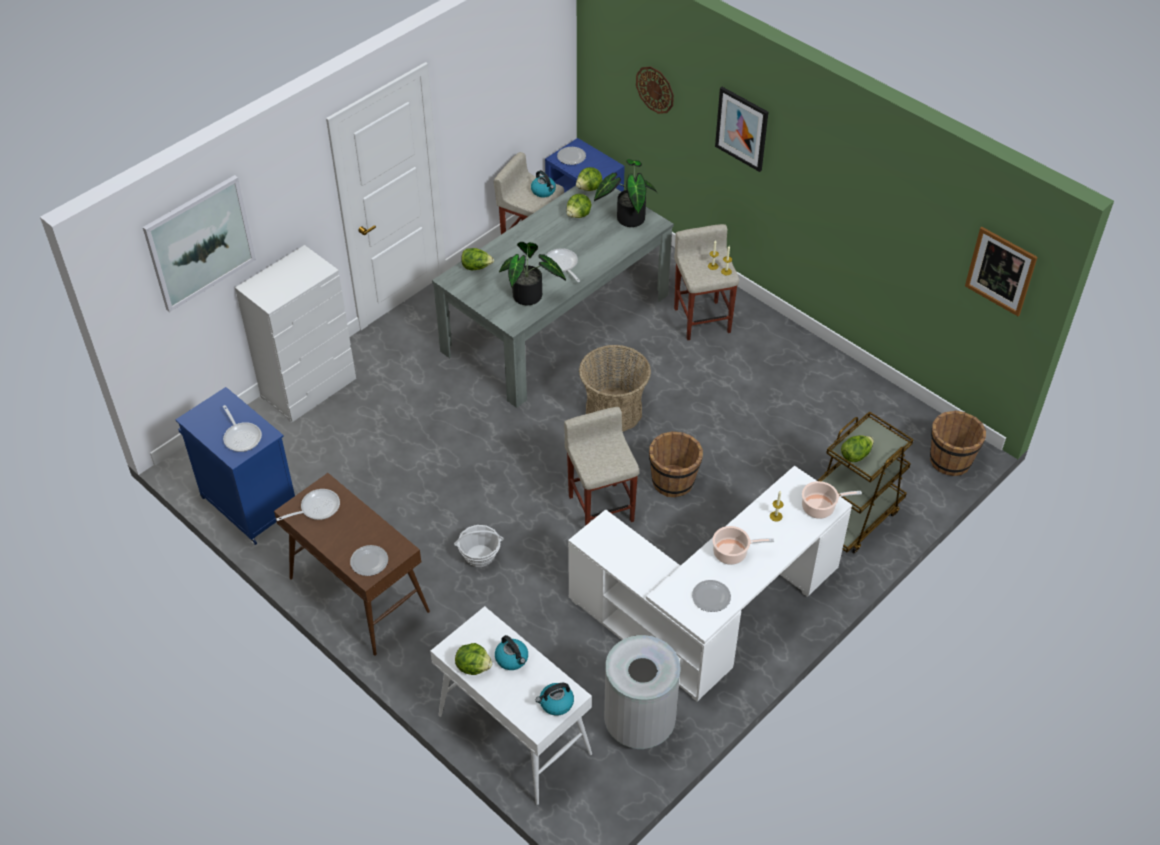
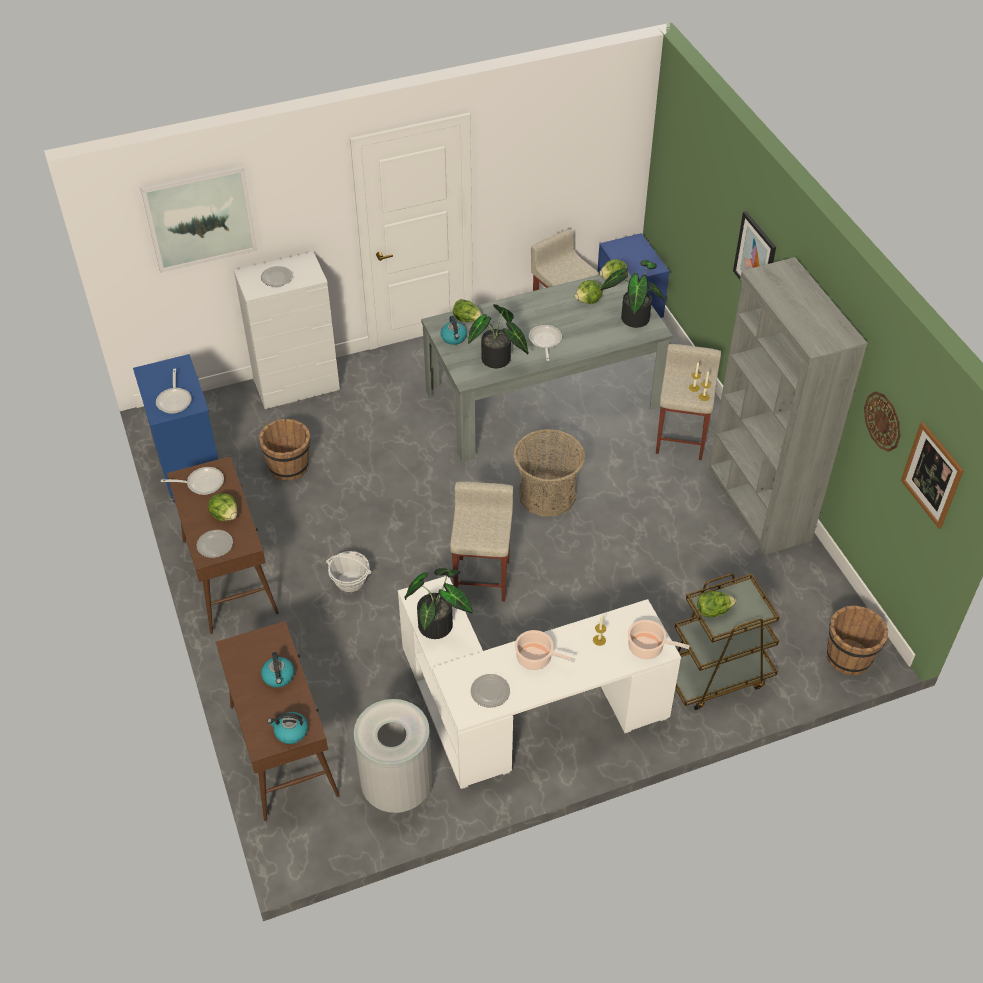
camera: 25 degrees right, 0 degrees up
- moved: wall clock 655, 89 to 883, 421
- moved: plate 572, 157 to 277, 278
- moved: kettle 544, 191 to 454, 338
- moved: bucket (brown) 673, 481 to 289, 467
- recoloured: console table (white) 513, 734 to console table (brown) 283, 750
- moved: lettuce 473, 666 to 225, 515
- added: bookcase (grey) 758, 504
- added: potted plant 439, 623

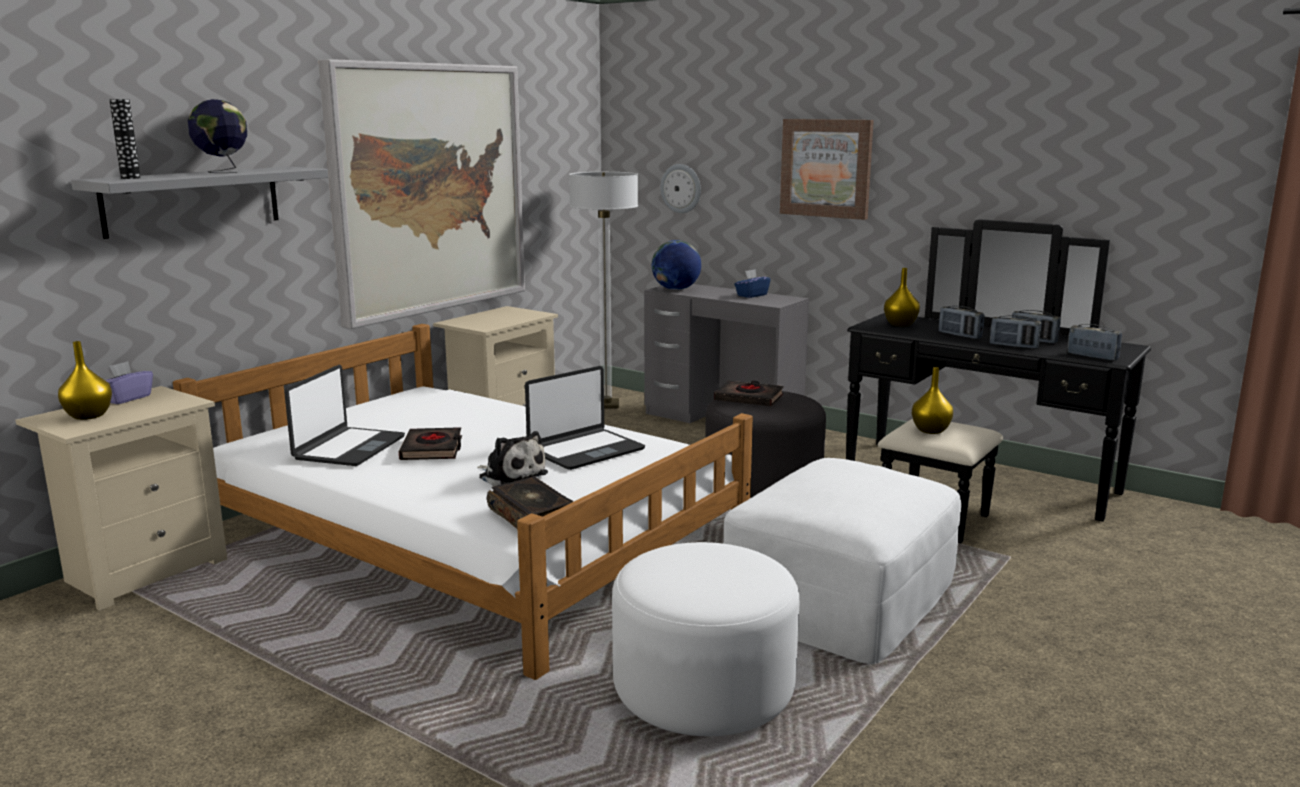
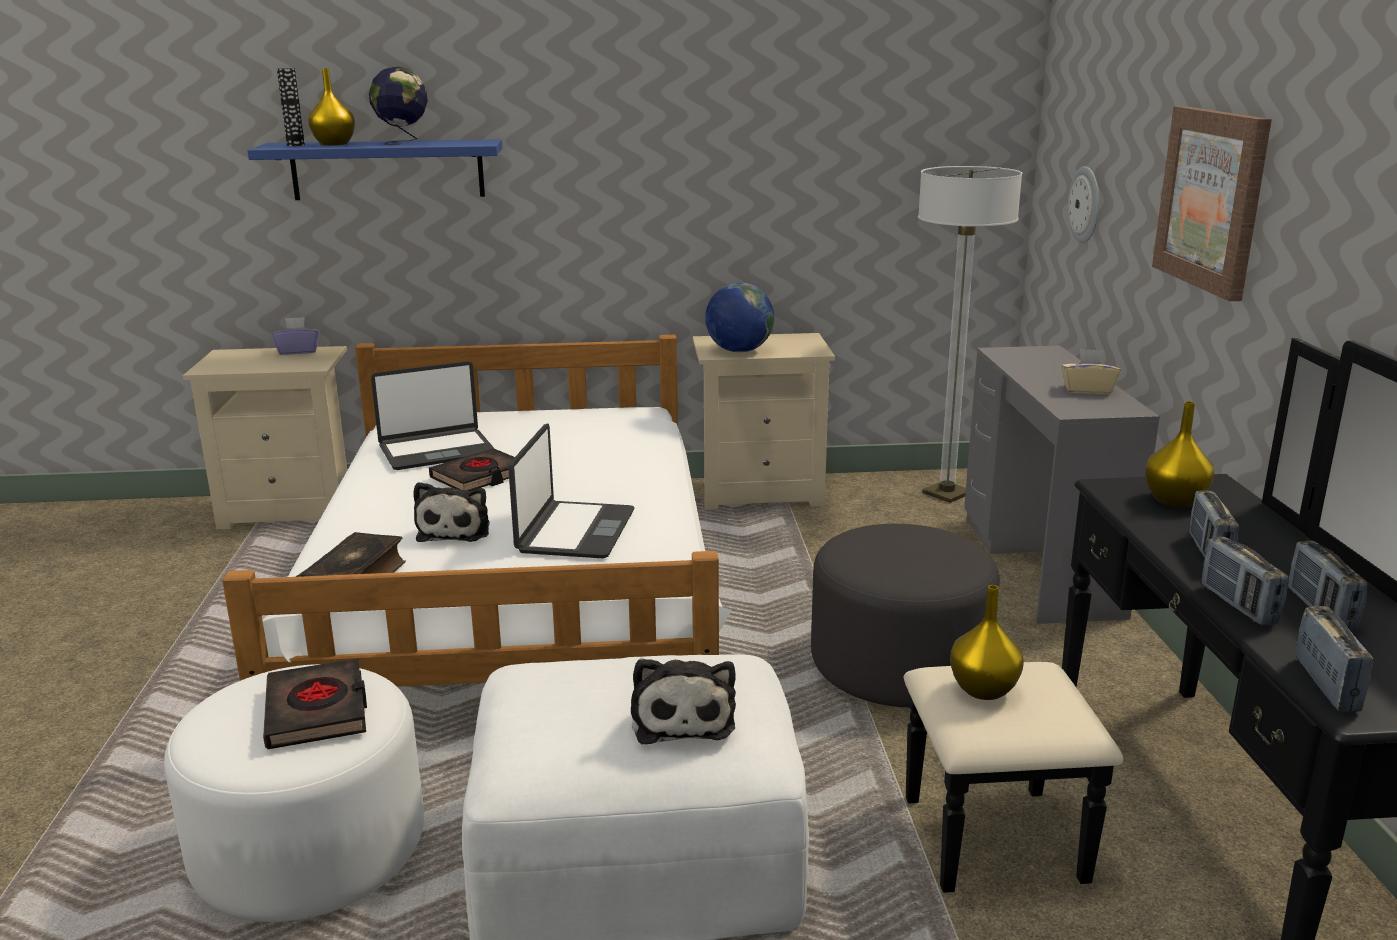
camera: 50 degrees right, 5 degrees up
- removed: picture 429, 189
- recoloured: shelf (grey) 193, 200 to shelf (blue) 387, 169
- moved: globe 676, 289 to 739, 351
- recoloured: tissue box (blue) 751, 295 to tissue box (beige) 1087, 390
- moved: vase (yellow) 88, 416 to 333, 144
- turned: laptop 585, 450 = 574, 532 90 degrees counterclockwise
- moved: book (black) 749, 398 to 317, 711
- added: plush toy 682, 718

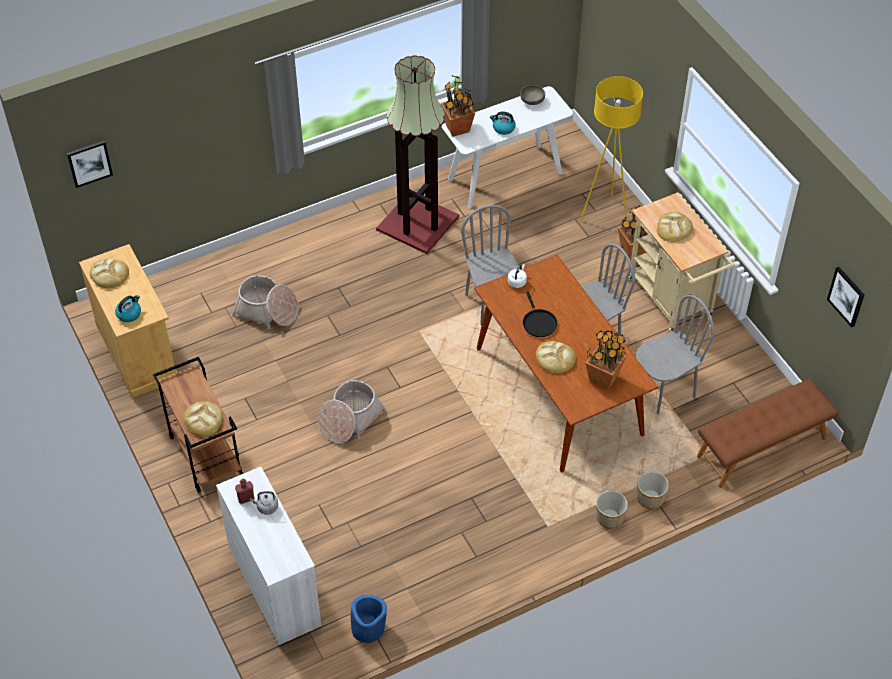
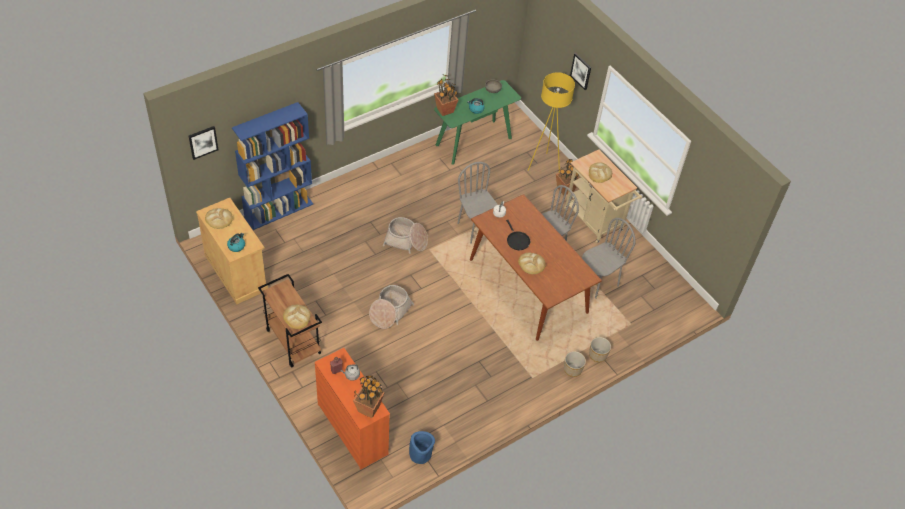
camera: 10 degrees left, 0 degrees up
- removed: floor lamp 418, 224
- recoloured: console table (white) 505, 176 to console table (green) 473, 141
- moved: picture 846, 296 to 581, 71
- moved: basket 267, 310 to 406, 241
- moved: potted plant 603, 378 to 369, 408
- removed: bench (brown) 761, 448
- recoloured: dresser (white) 275, 586 to dresser (orange) 353, 429
- added: bookcase (blue) 279, 210

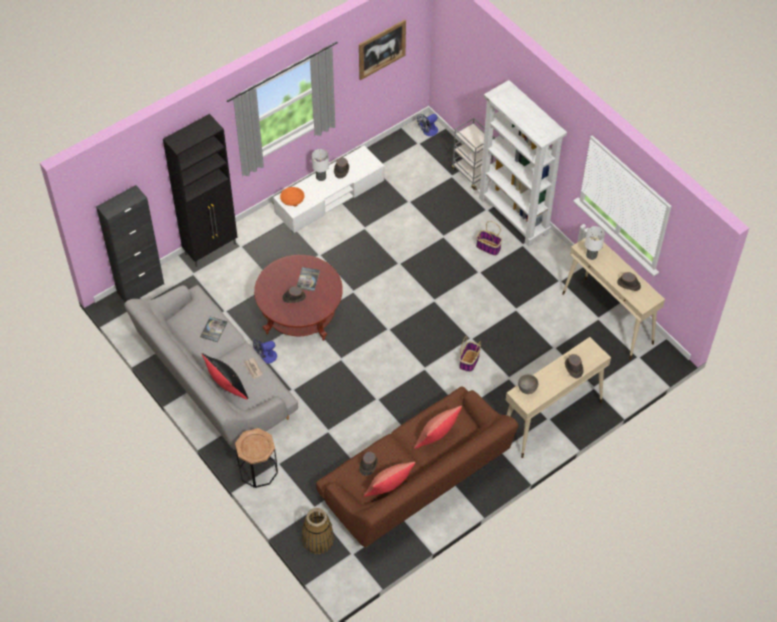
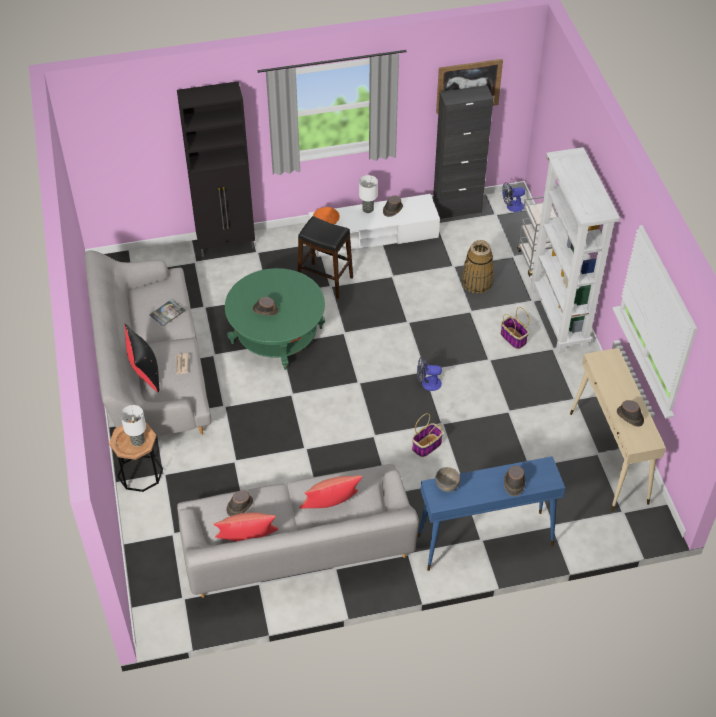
camera: 25 degrees right, 5 degrees down
- moved: cabinet (black) 140, 288 to 457, 209
- moved: table lamp 591, 255 to 138, 441
- recoloured: coffee table (red) 300, 313 to coffee table (green) 277, 335
- removed: book 308, 279
- recoloured: console table (beige) 551, 419 to console table (blue) 484, 541
- moved: fan 265, 357 to 427, 383
- recoloured: sofa (brown) 416, 480 to sofa (grey) 297, 548
- moved: basket 318, 540 to 476, 282
- added: stool (black) 325, 280

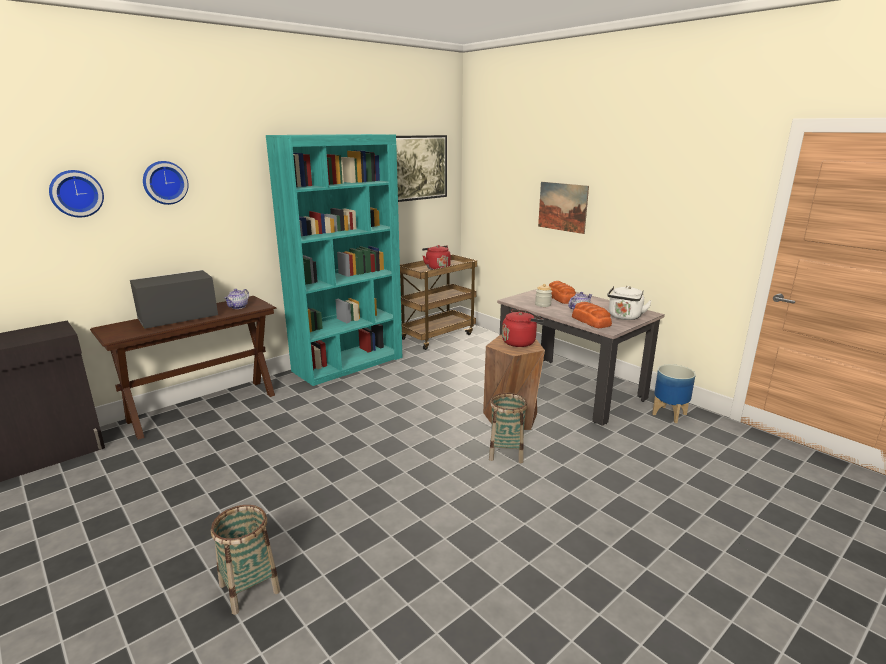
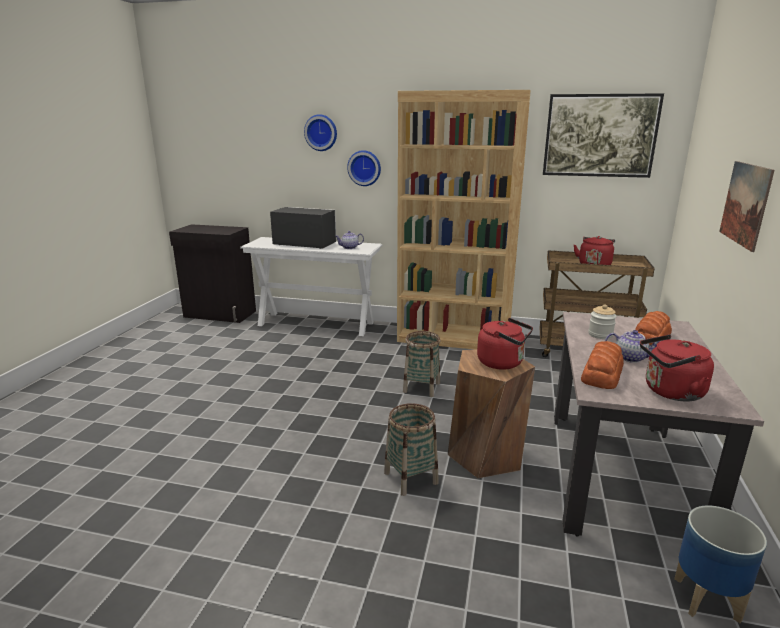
camera: 55 degrees right, 0 degrees up
- recoloured: bookcase (turquoise) 348, 364 to bookcase (brown) 454, 338
- moved: wall clock 76, 193 to 364, 168
- recoloured: kettle (white) 624, 317 to kettle (red) 670, 392
- recoloured: console table (brown) 204, 407 to console table (white) 316, 324
- moved: basket 250, 588 to 421, 387

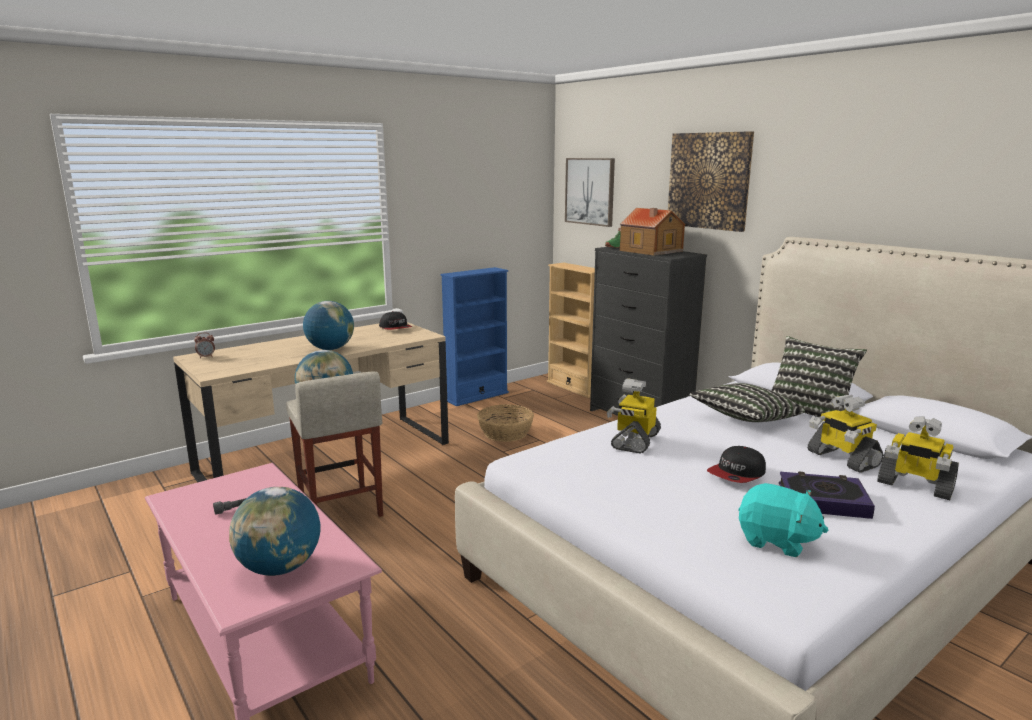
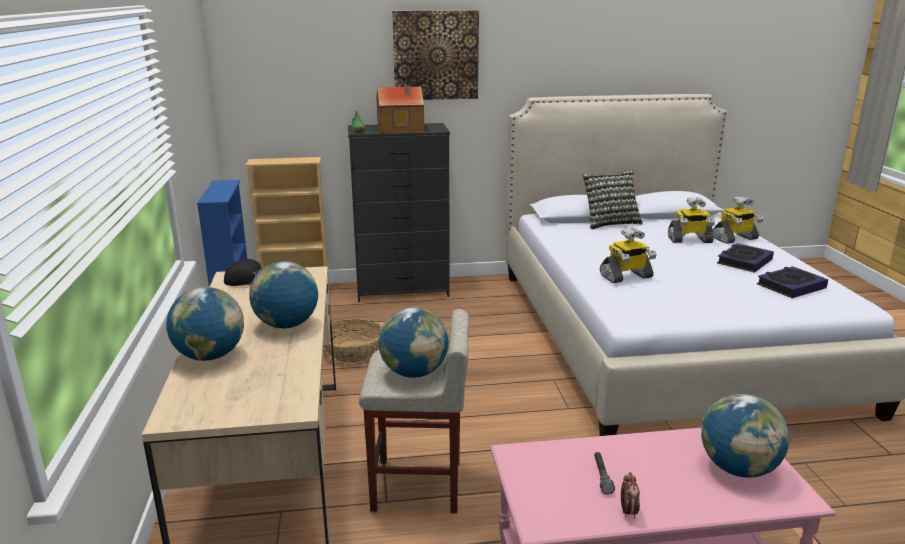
camera: 60 degrees left, 5 degrees up
- removed: picture 590, 191
- moved: alarm clock 206, 357 to 628, 511
- turned: toy robot 634, 441 = 626, 277 75 degrees counterclockwise
- removed: pillow 744, 419
- removed: cap 737, 474
- replaced: plush toy (turquoise) 776, 541 to book 790, 286
- added: globe 210, 356

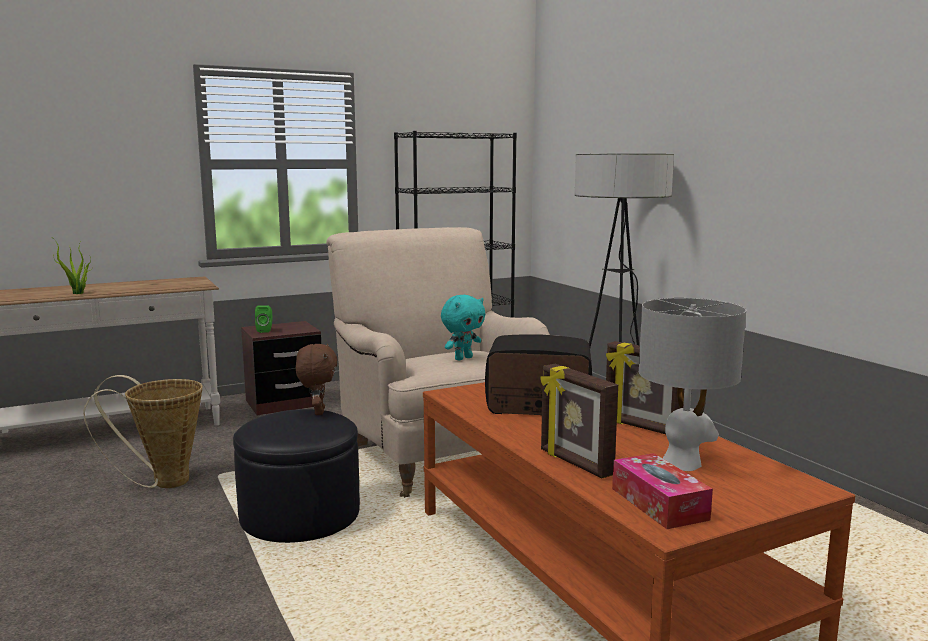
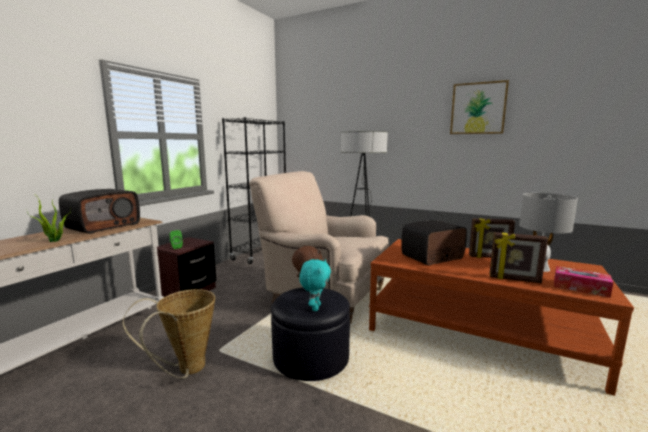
camera: 35 degrees left, 0 degrees up
- moved: plush toy (turquoise) 463, 358 to 315, 307
- added: picture 478, 108
- added: radio 103, 226

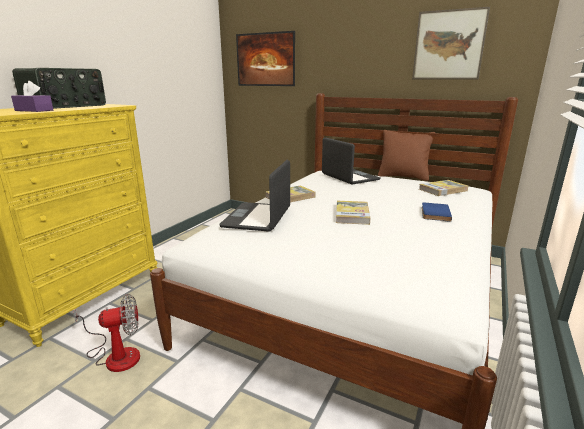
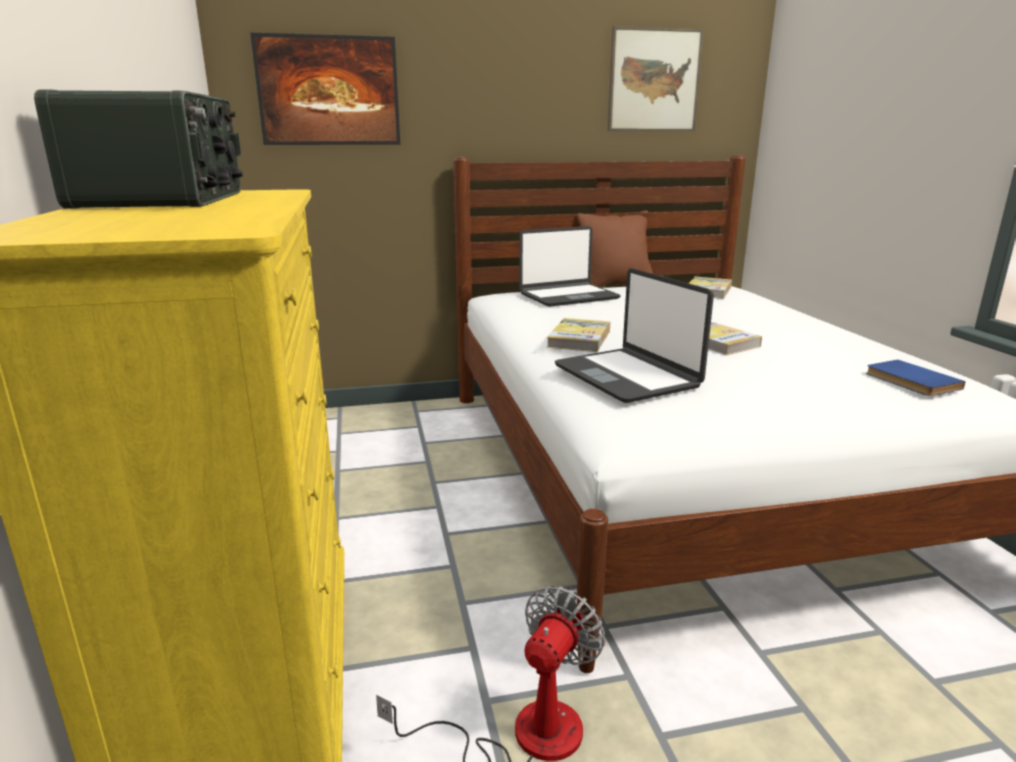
camera: 40 degrees left, 0 degrees up
- removed: tissue box (purple) 34, 110
- turned: laptop 349, 177 = 568, 296 135 degrees clockwise
- moved: book (blue) 434, 213 to 910, 381

